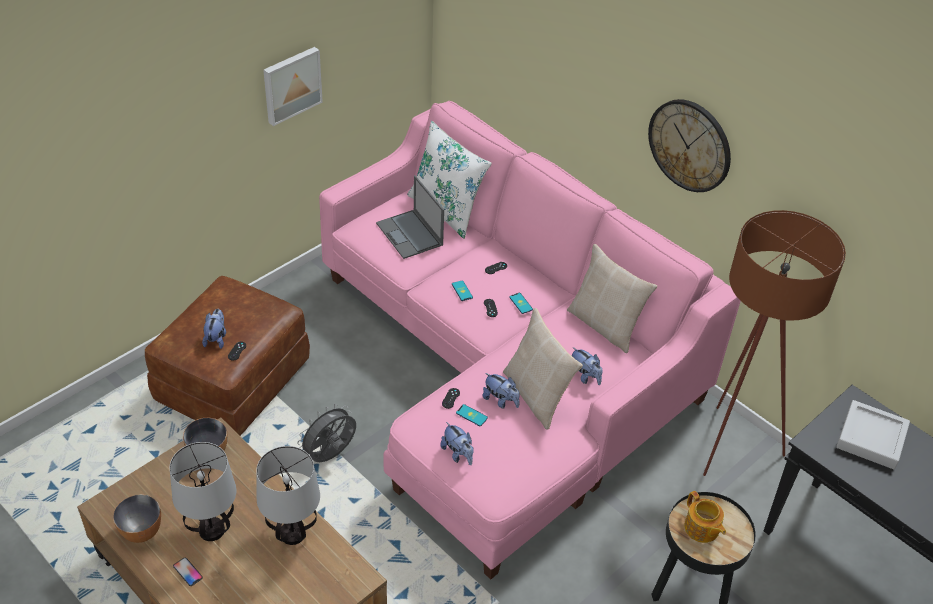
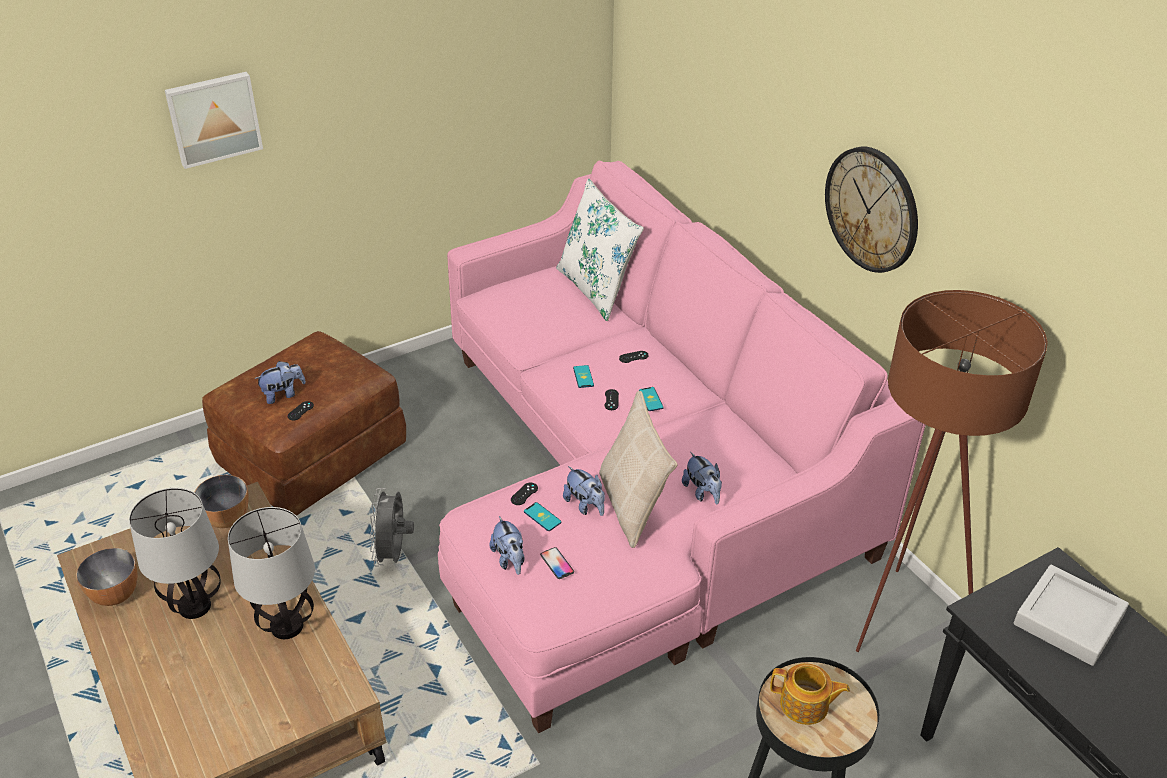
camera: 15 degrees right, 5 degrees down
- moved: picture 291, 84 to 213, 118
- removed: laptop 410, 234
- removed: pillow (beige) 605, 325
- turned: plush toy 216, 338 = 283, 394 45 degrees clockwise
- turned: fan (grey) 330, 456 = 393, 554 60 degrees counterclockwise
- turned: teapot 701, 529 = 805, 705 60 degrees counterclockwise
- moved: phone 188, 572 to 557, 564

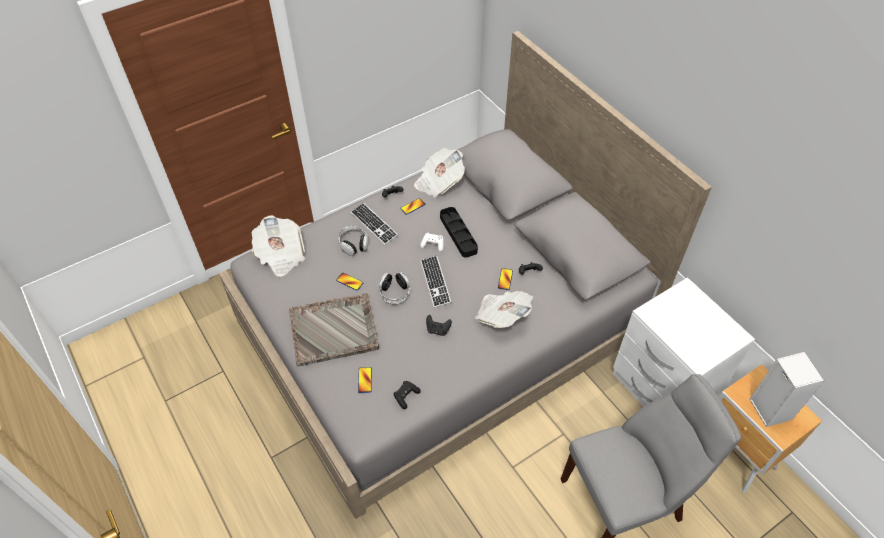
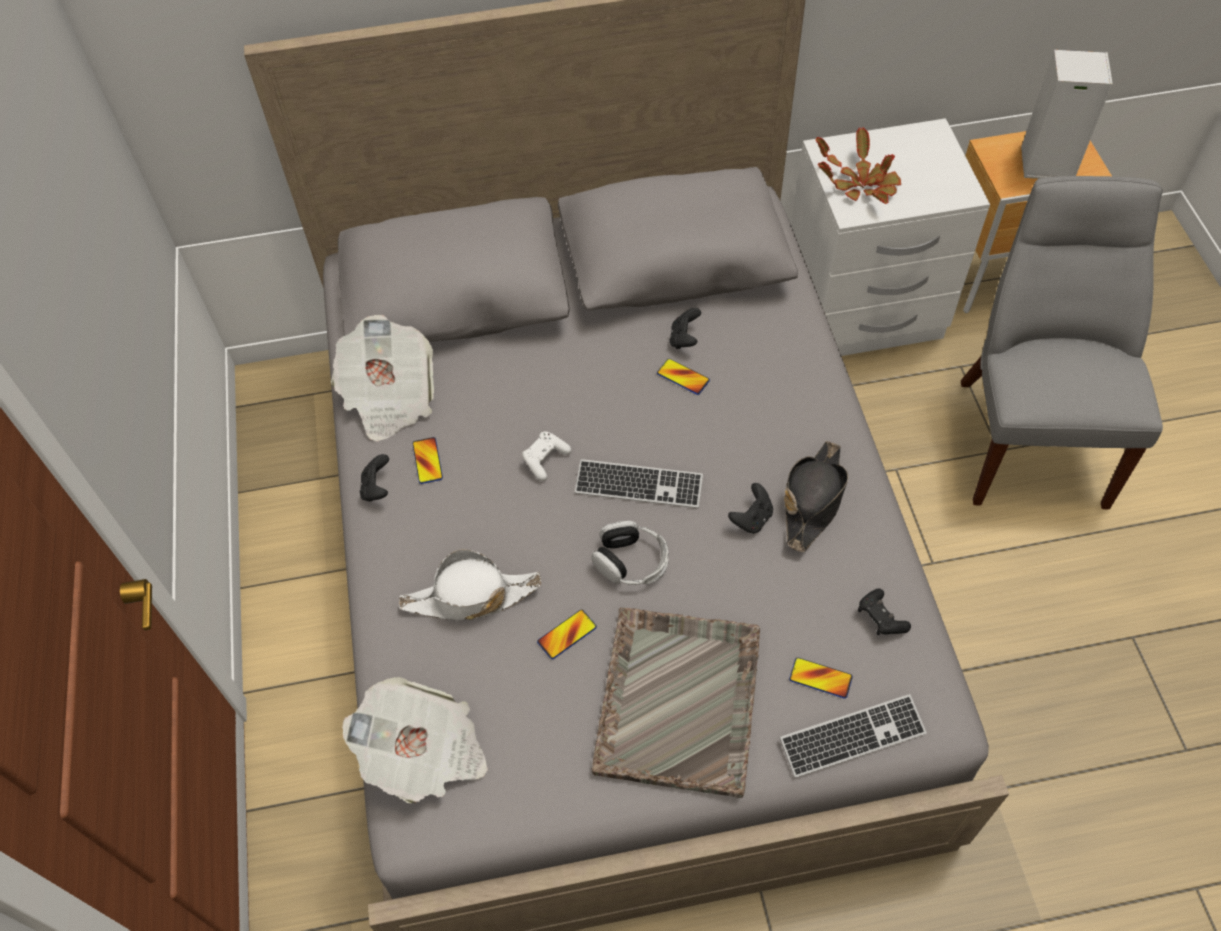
camera: 65 degrees left, 5 degrees up
- moved: keyboard 374, 224 to 852, 737
- removed: tray (black) 458, 234
- replaced: headphones 354, 244 to hat (white) 470, 597
- removed: newspaper 502, 316
- added: potted plant 860, 184
- added: hat (black) 813, 500

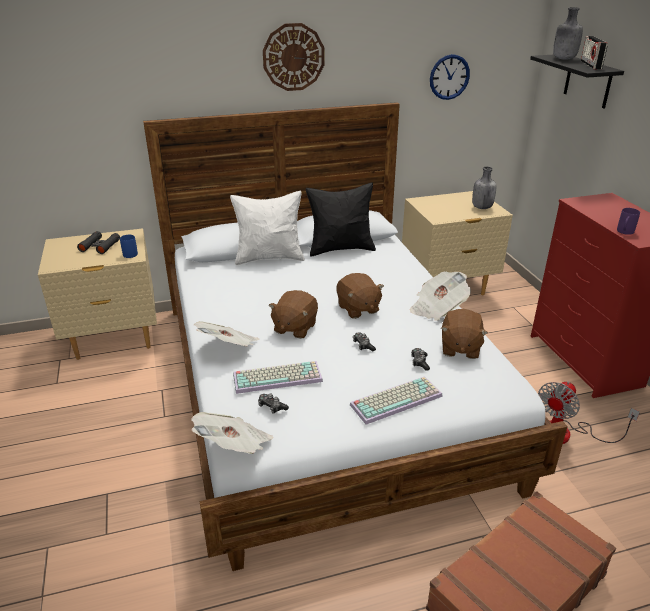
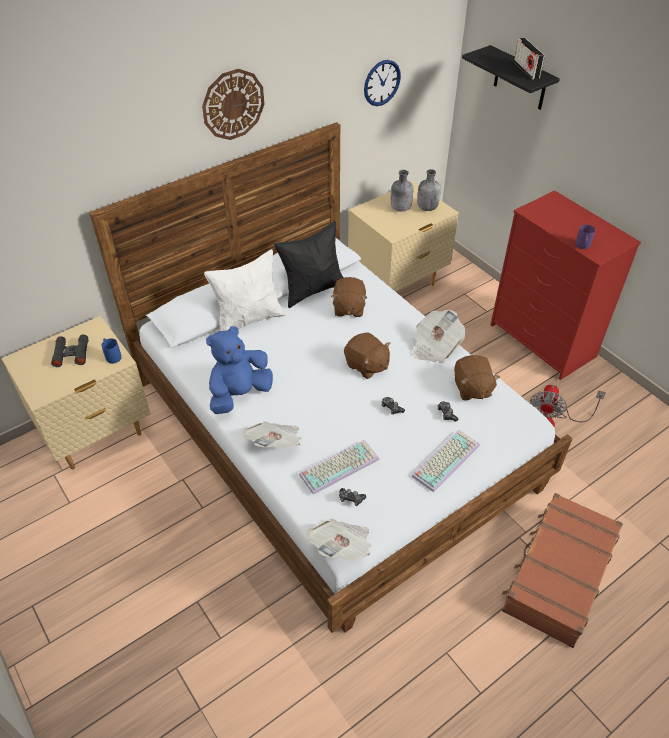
camera: 20 degrees left, 15 degrees up
- moved: bottle (grey) 563, 59 to 400, 208
- moved: plush toy (brown) 294, 327 to 348, 308
- added: plush toy (blue) 239, 394

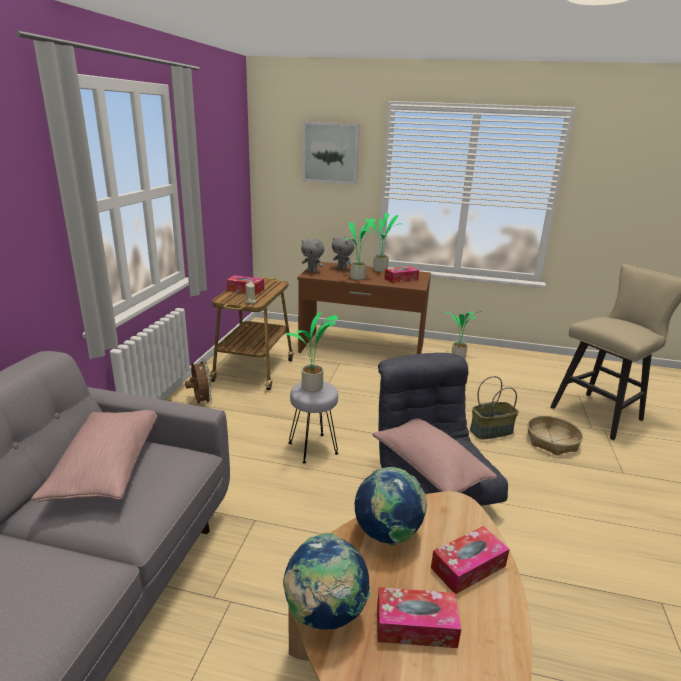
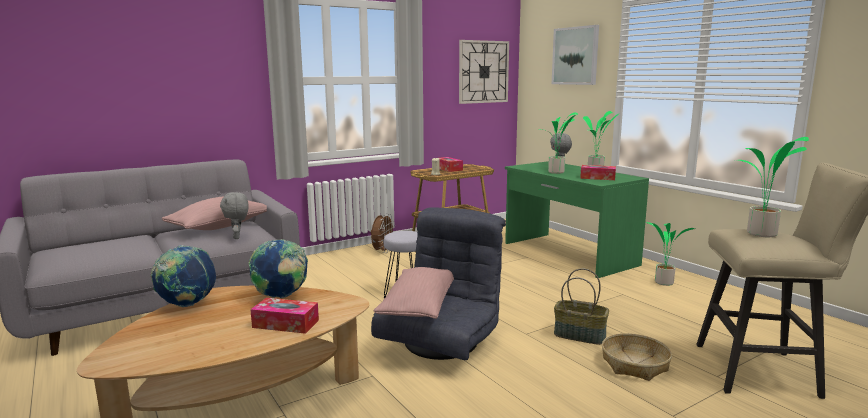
camera: 45 degrees right, 10 degrees down
- moved: plush toy (grey) 312, 272 to 238, 237
- recoloured: desk (brown) 362, 349 to desk (green) 568, 254
- moved: potted plant 312, 388 to 762, 234
- removed: tissue box 415, 626
- added: wall clock 483, 72

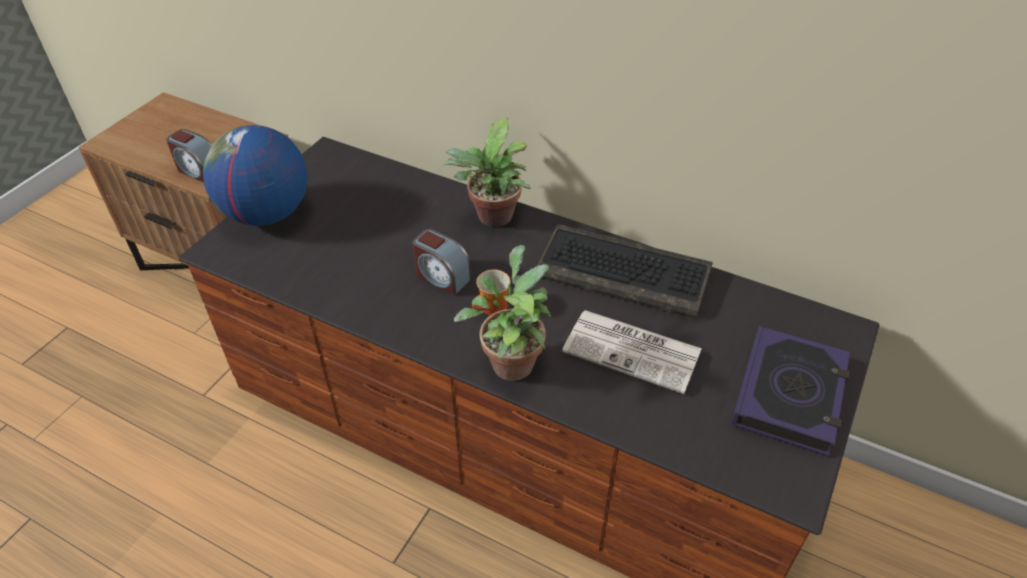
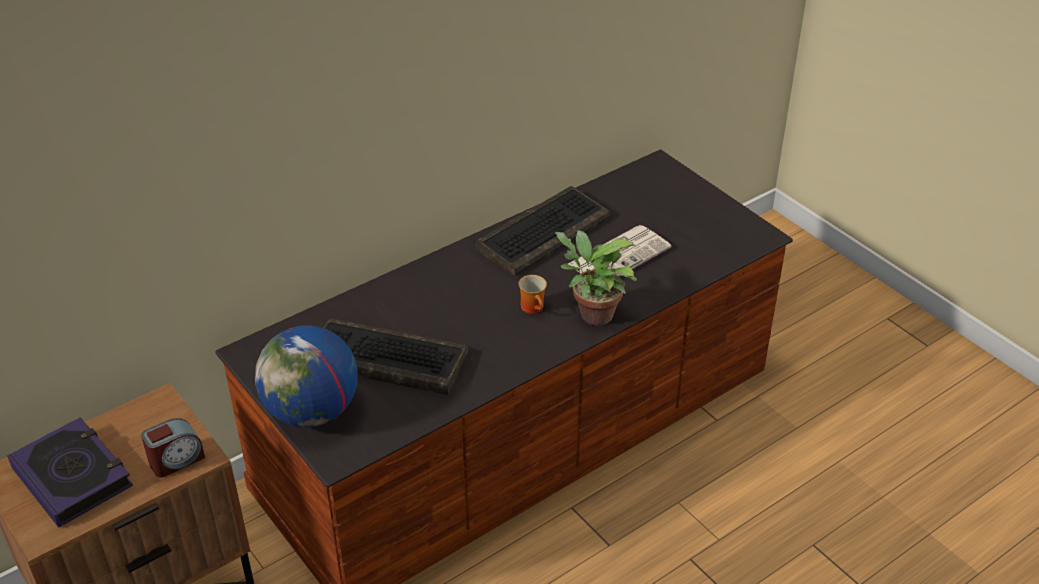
camera: 65 degrees left, 5 degrees down
- removed: potted plant 492, 219
- removed: alarm clock 442, 277
- moved: book 789, 395 to 73, 477
- added: keyboard 385, 359

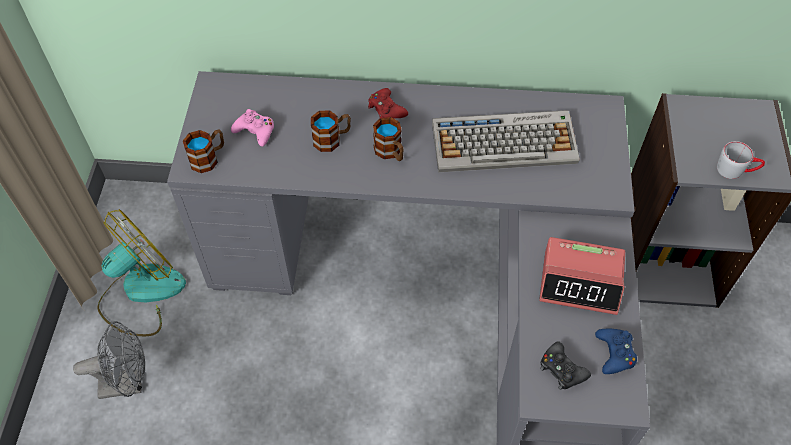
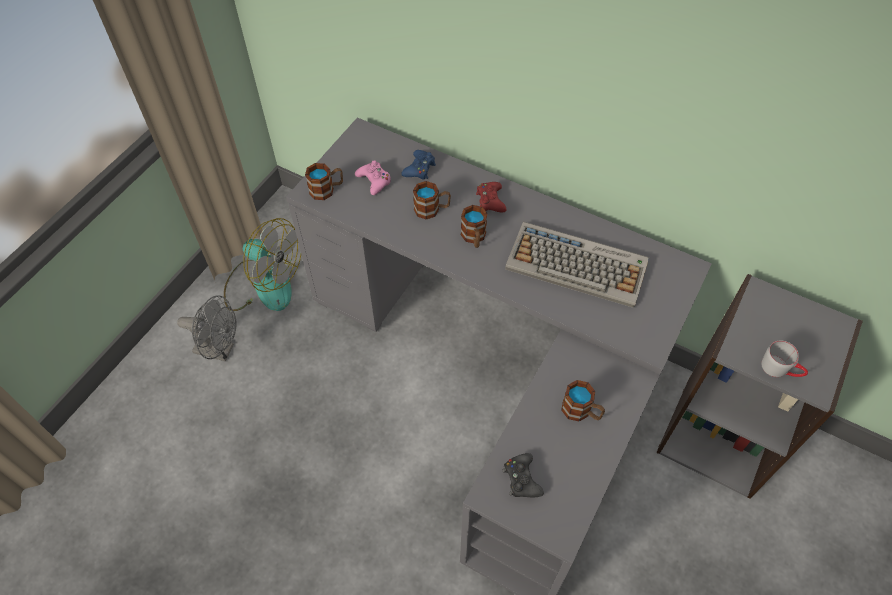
camera: 25 degrees right, 0 degrees up
- turned: fan 141, 293 = 263, 284 45 degrees clockwise
- replaced: alarm clock 580, 281 to mug 581, 411
- moved: game controller (blue) 615, 353 to 419, 169

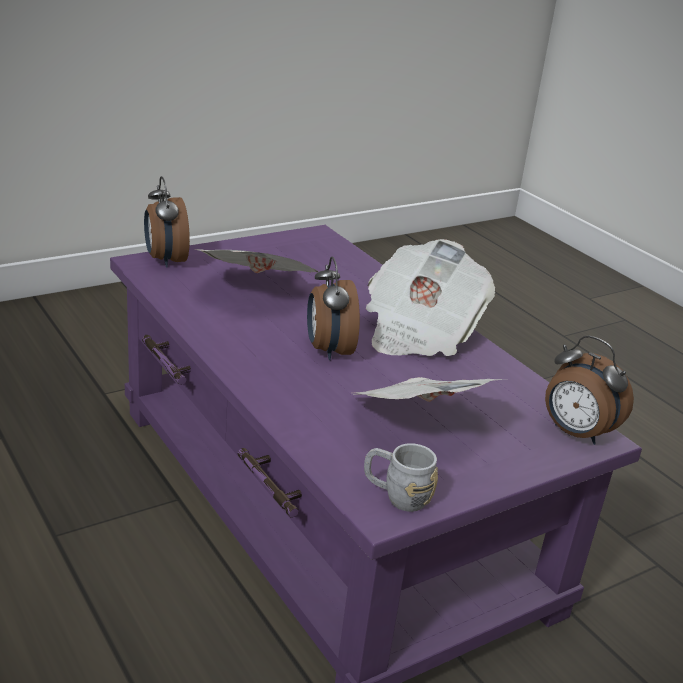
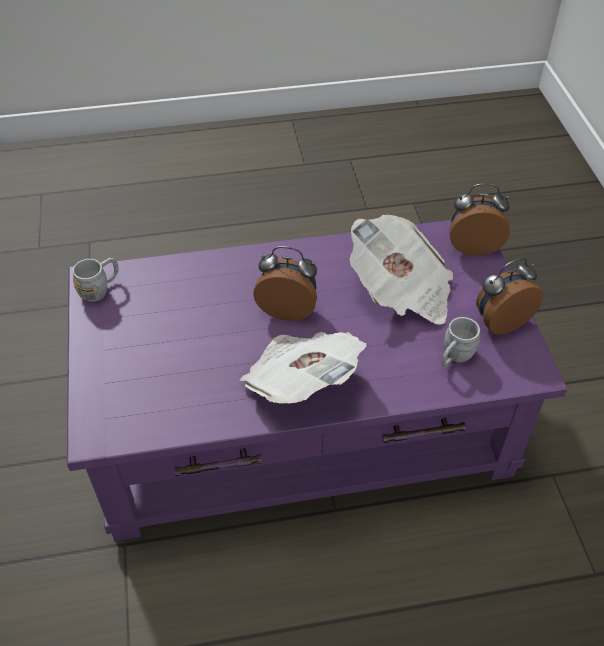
camera: 115 degrees right, 20 degrees up
- moved: alarm clock 576, 433 to 500, 321
- removed: newspaper 420, 421
- added: mug (grey) 454, 357

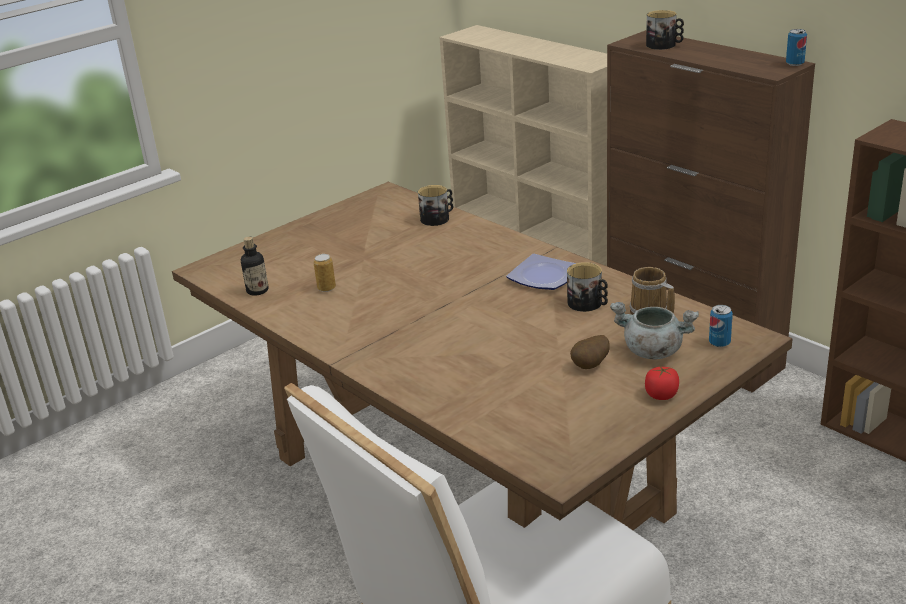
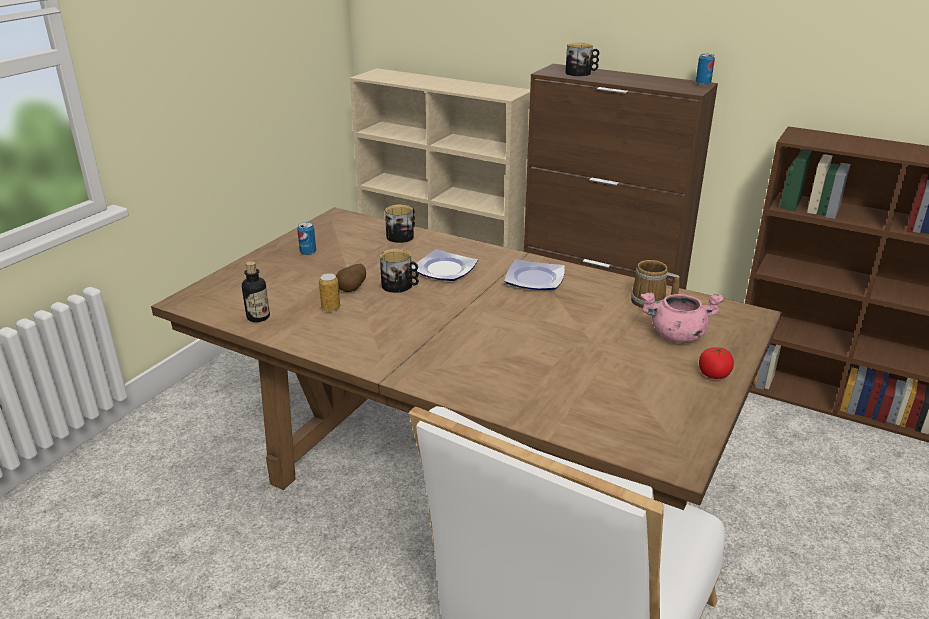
camera: 20 degrees left, 0 degrees up
- moved: mug 588, 304 to 400, 286
- recoloured: cooking pot (grey) 652, 351 to cooking pot (pink) 677, 336
- moved: can 719, 343 to 308, 252
- moved: potato 591, 366 to 352, 290
- added: plate 446, 269

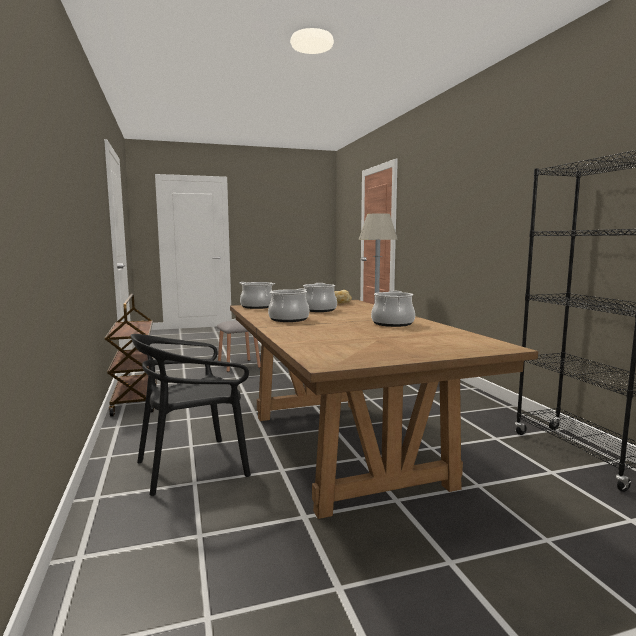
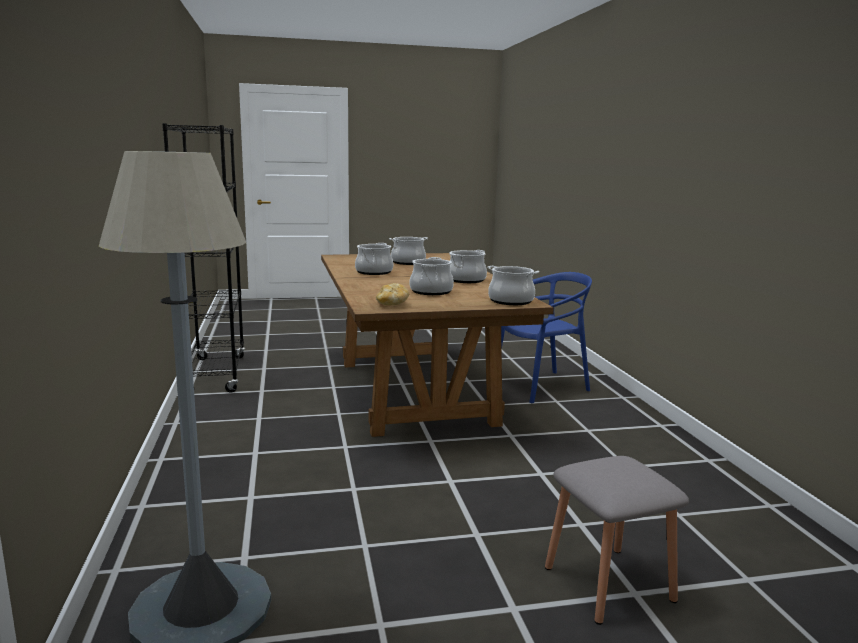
camera: 175 degrees left, 5 degrees up
- removed: cart (brown) 135, 399
- recoloured: chair (black) 193, 466 to chair (blue) 540, 386
- added: cooking pot 408, 262

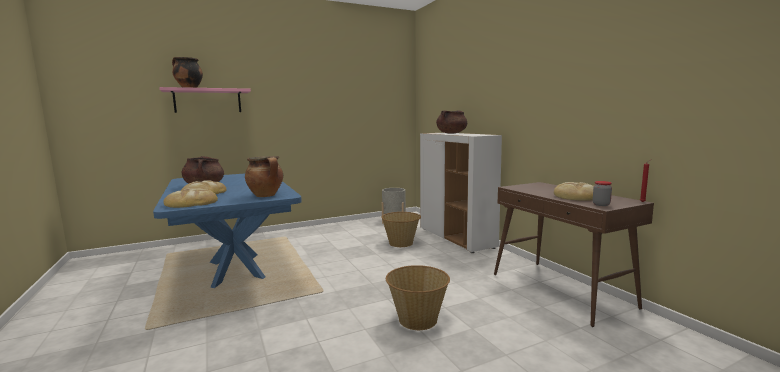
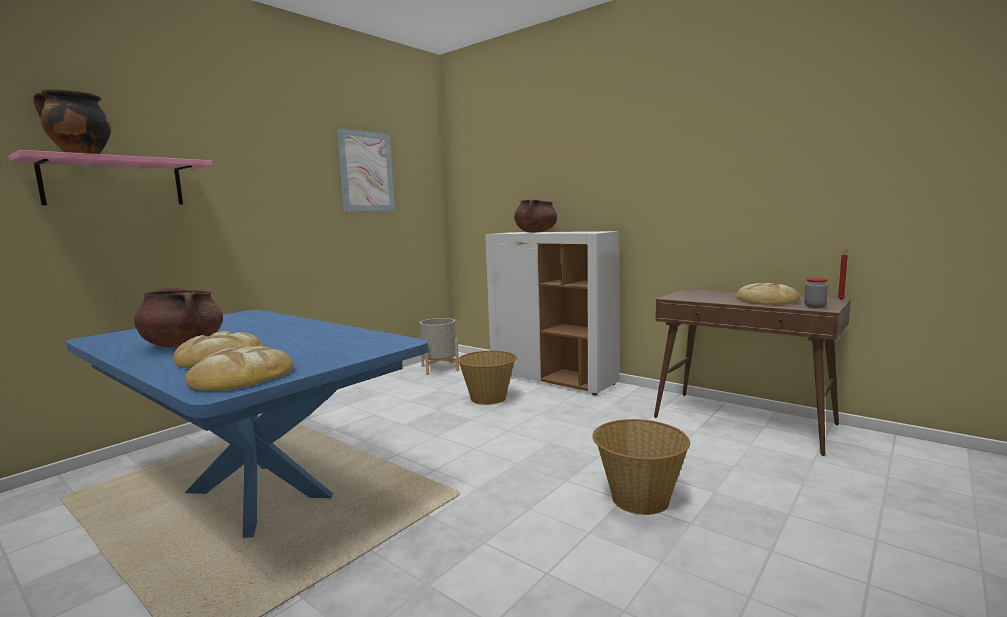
camera: 25 degrees left, 0 degrees up
- removed: cooking pot 266, 195
- added: picture 366, 171

